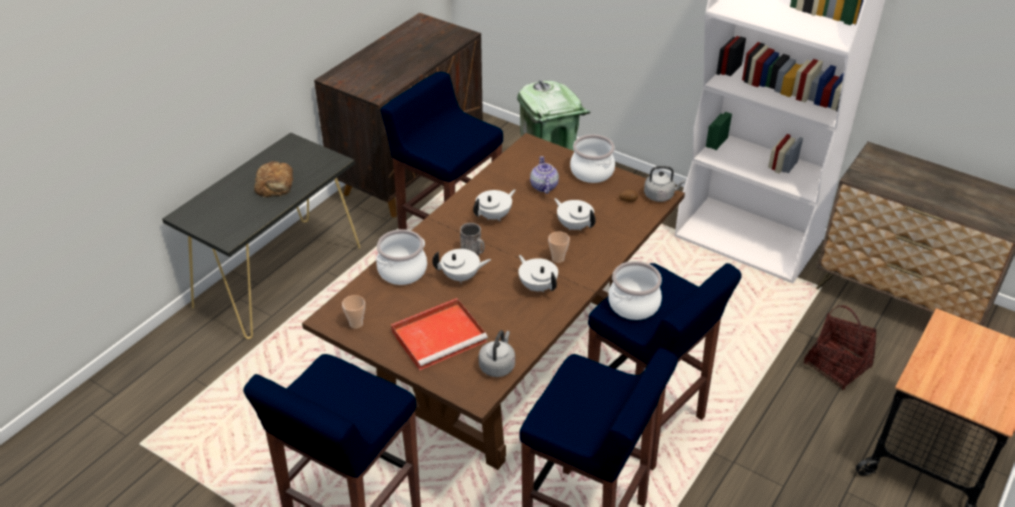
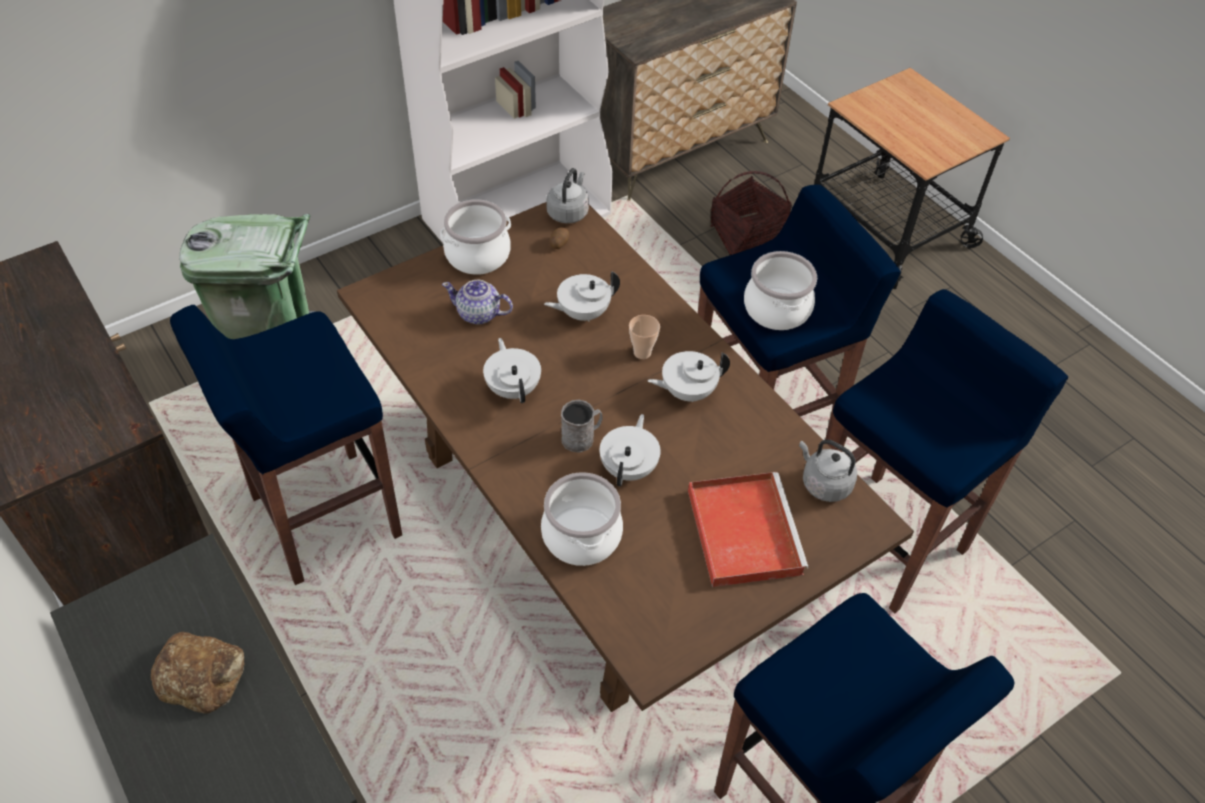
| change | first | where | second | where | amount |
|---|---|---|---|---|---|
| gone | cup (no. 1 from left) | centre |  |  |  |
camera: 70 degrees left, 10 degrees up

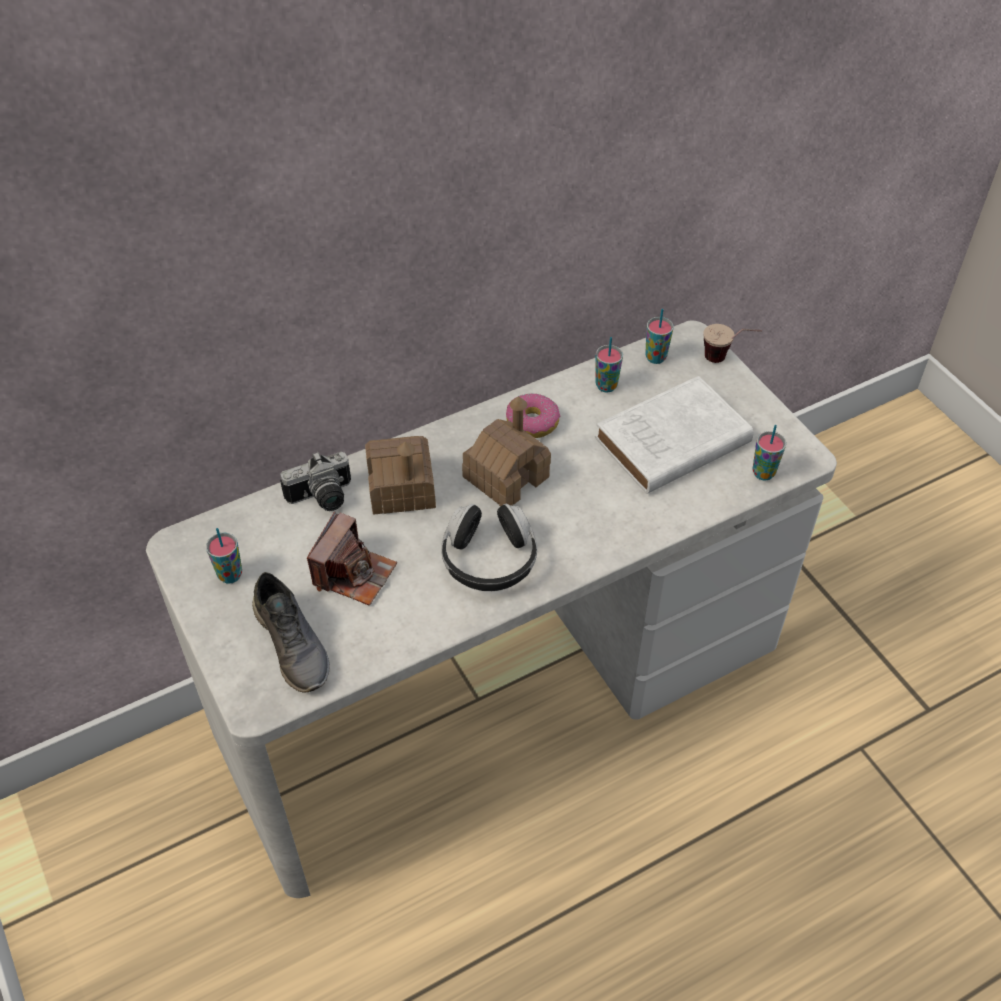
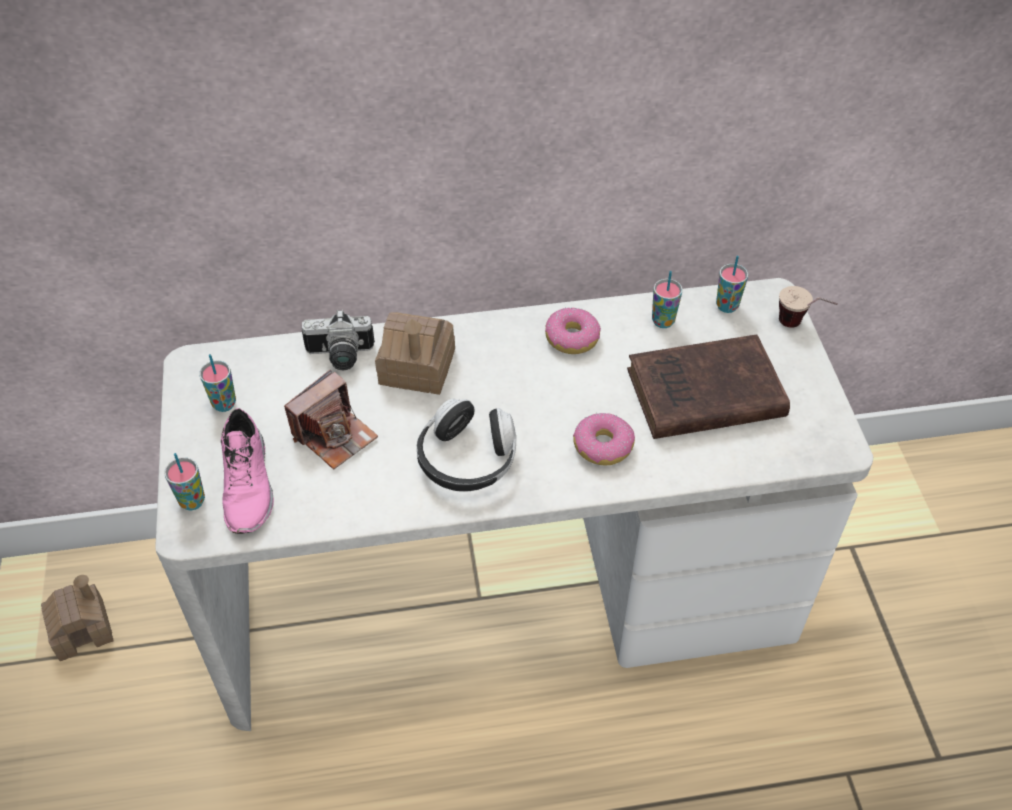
| change | first | where | second | where | amount |
|---|---|---|---|---|---|
| repainted | grey shoe | middle left | pink shoe | middle left |  |
| shifted | toy house (no. 2 from left in the first image) | centre | toy house (no. 1 from left) | bottom left |  |
| repainted | white book | middle right | brown book | middle right |  |
| shifted | cup (no. 5 from left in the first image) | middle right | cup (no. 1 from left) | middle left |  |
| new |  |  | donut (no. 2 from left) | centre |  |
camera: 20 degrees right, 0 degrees up

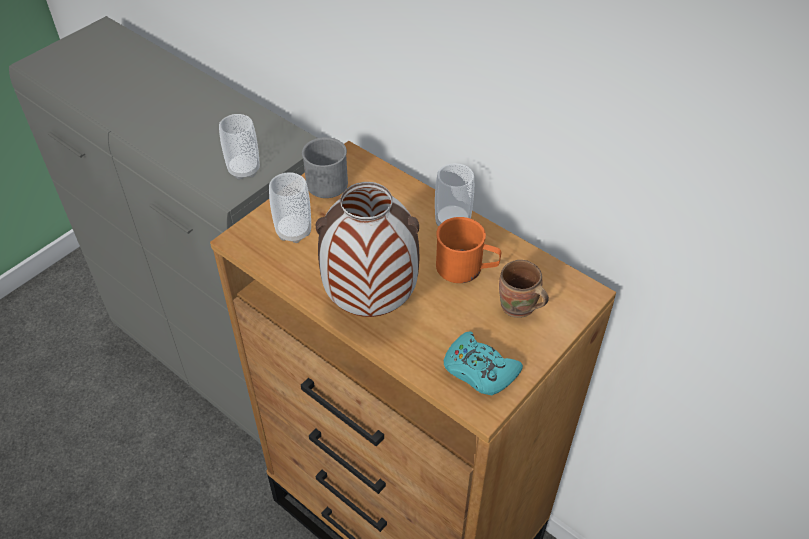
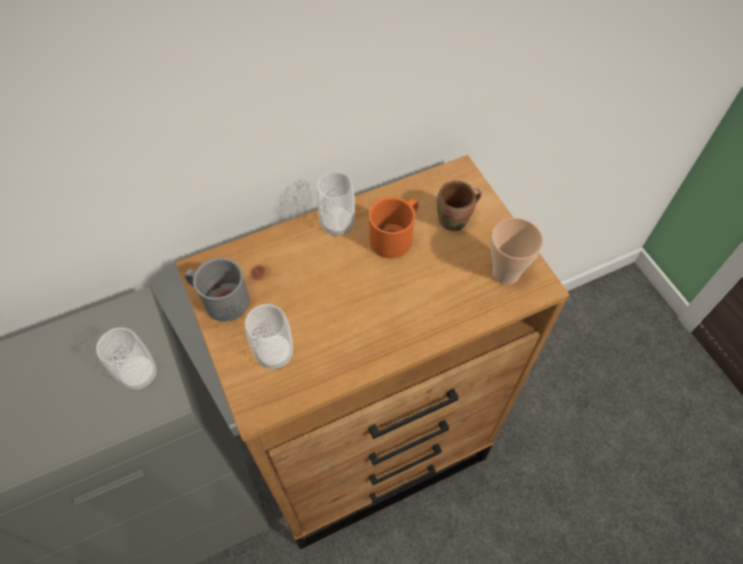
| change | first | where | second | where | amount |
|---|---|---|---|---|---|
| gone | vase | centre |  |  |  |
| swapped | turquoise game controller | bottom centre | cup (no. 4 from left) | middle right |  |
camera: 65 degrees left, 10 degrees up

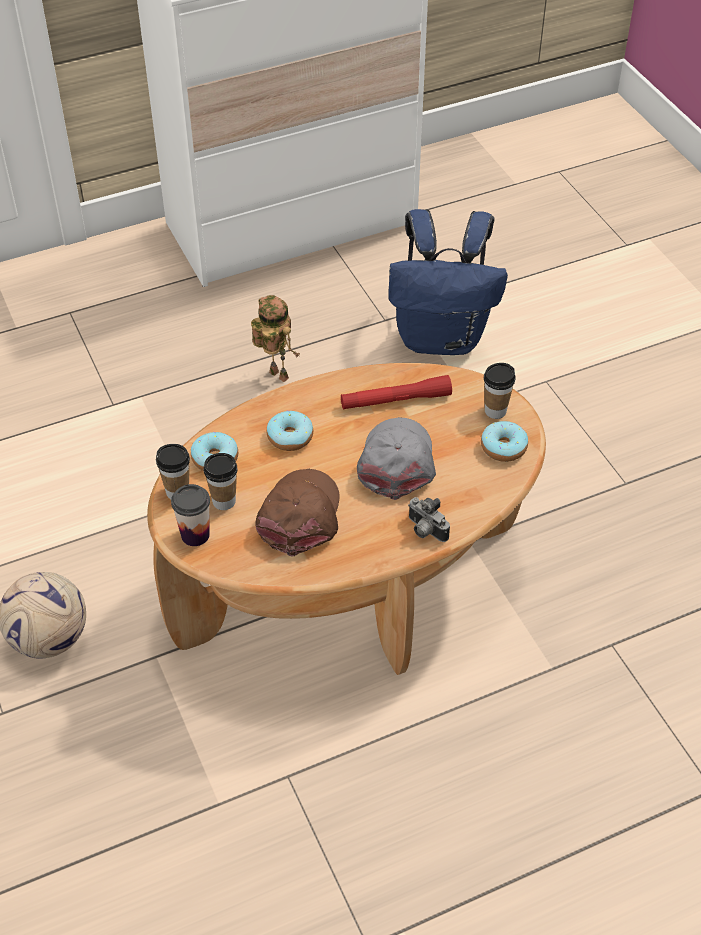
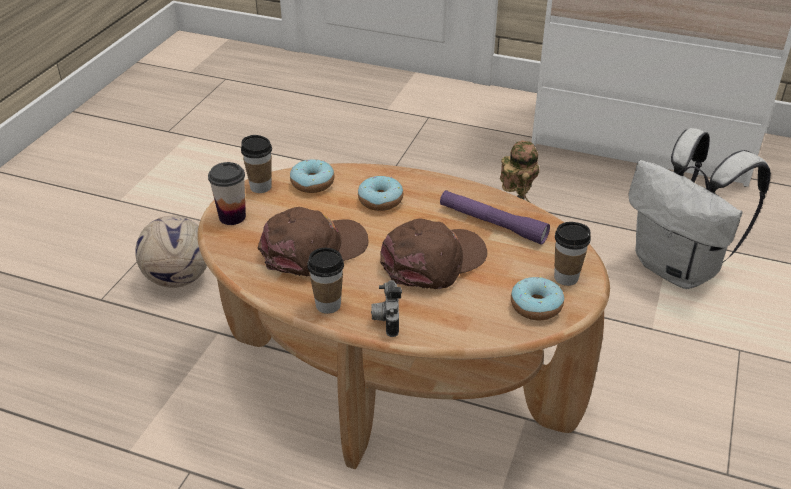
| change | first | where | second | where | amount |
|---|---|---|---|---|---|
| shifted | cup (no. 3 from left) | middle left |  | centre |  |
| repainted | red flashlight | centre | purple flashlight | centre |  |
| repainted | grey cap | centre | brown cap (no. 2 from left) | centre |  |
| repainted | blue backpack | top centre | white backpack | middle right |  |
camera: 45 degrees right, 10 degrees down

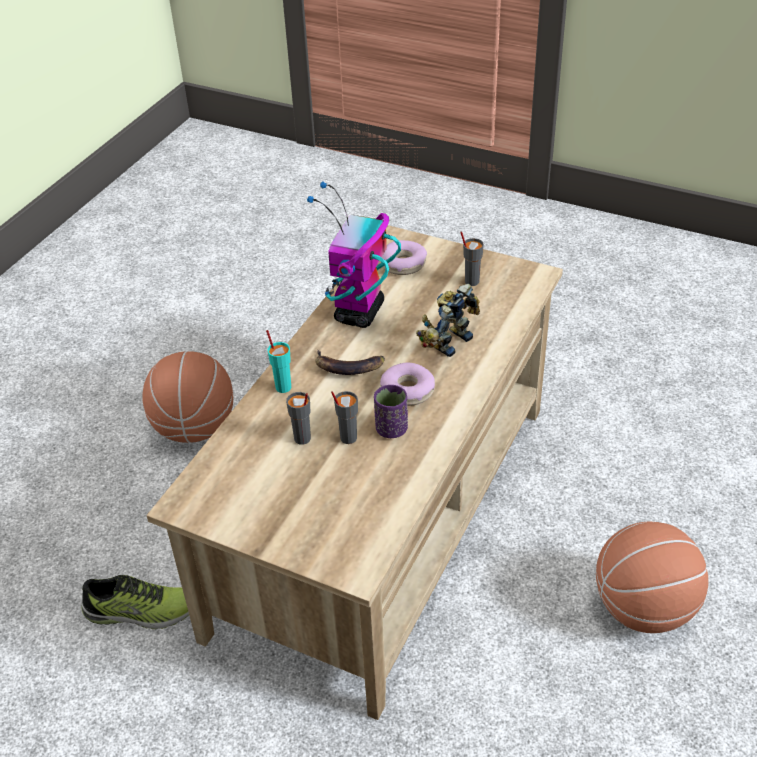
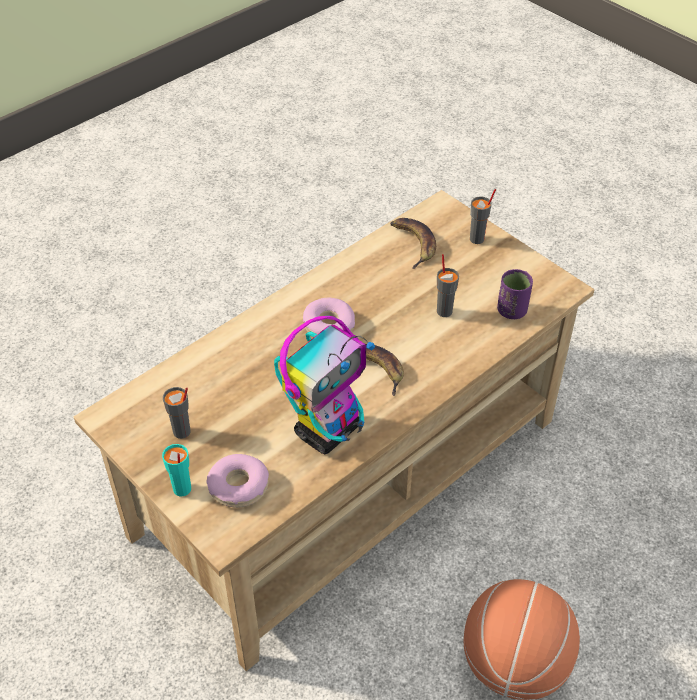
| change | first | where | second | where | amount |
|---|---|---|---|---|---|
| gone | shoe | bottom left |  |  |  |
| shifted | turquoise cup | centre |  | bottom left |  |
| shifted | grey cup (no. 2 from left in the first image) | centre | grey cup (no. 3 from left) | top right |  |
| shifted | purple cup | centre |  | middle right |  |
| gone | toy robot (no. 2 from left) | centre |  |  |  |
| gone | basketball (no. 2 from left) | bottom right |  |  |  |
| new |  |  | banana (no. 2 from left) | centre |  |
camera: 160 degrees left, 5 degrees up

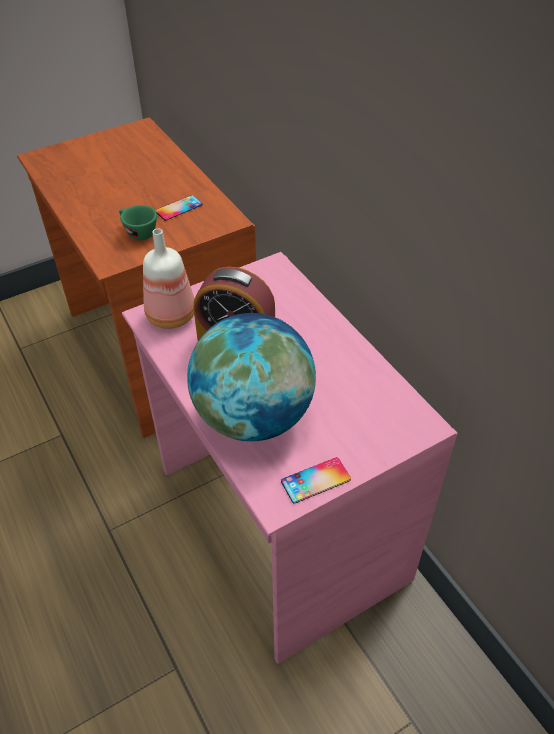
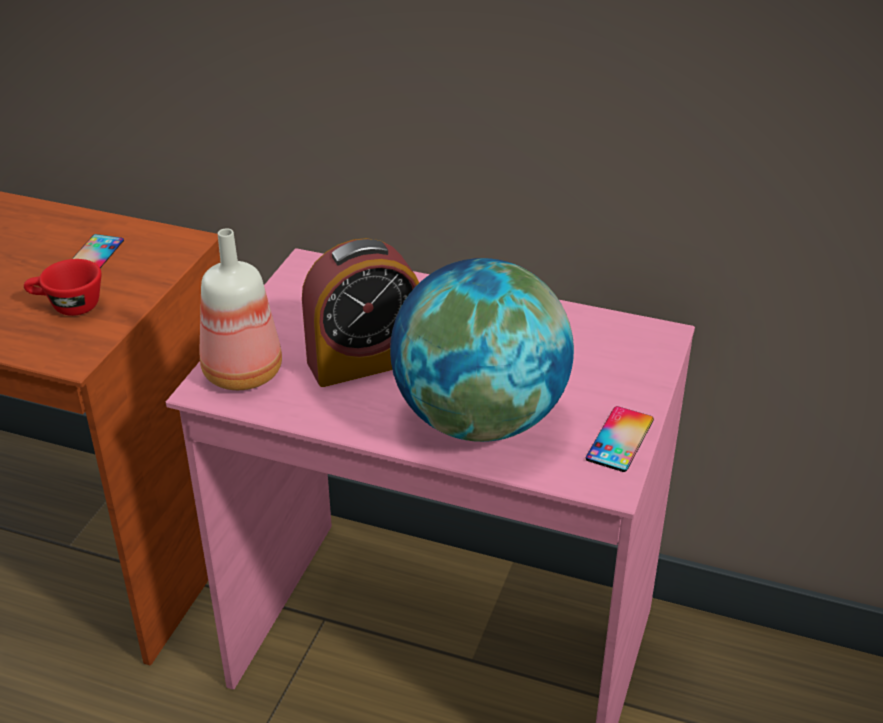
| change | first | where | second | where | amount |
|---|---|---|---|---|---|
| repainted | green cup | top left | red cup | middle left |  |
camera: 40 degrees left, 10 degrees down

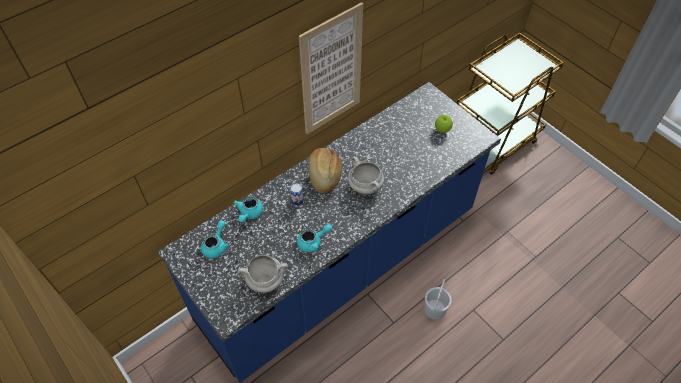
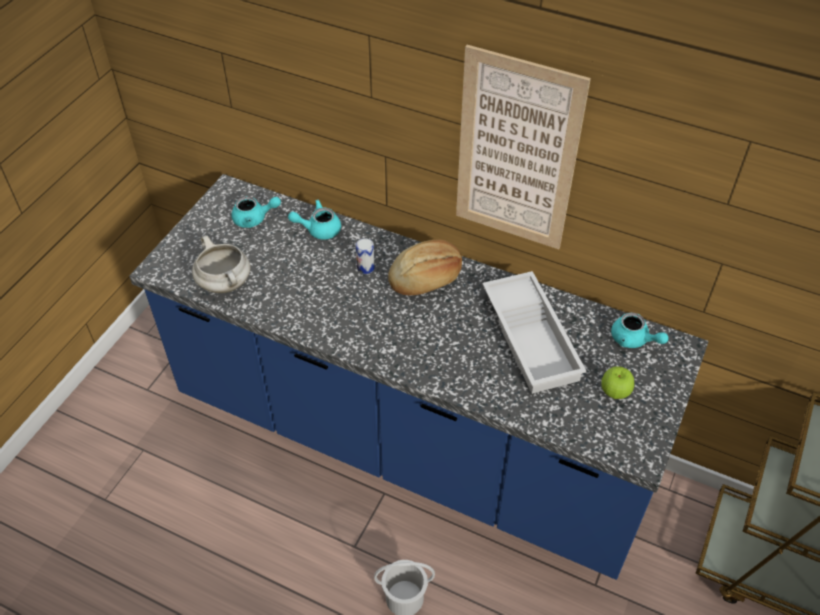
| change | first | where | second | where | amount |
|---|---|---|---|---|---|
| shifted | turquoise teapot (no. 3 from left) | centre |  | middle right |  |
| gone | white cooking pot (no. 2 from left) | centre |  |  |  |
| new |  |  | white tray | centre |  |
camera: 65 degrees right, 5 degrees down

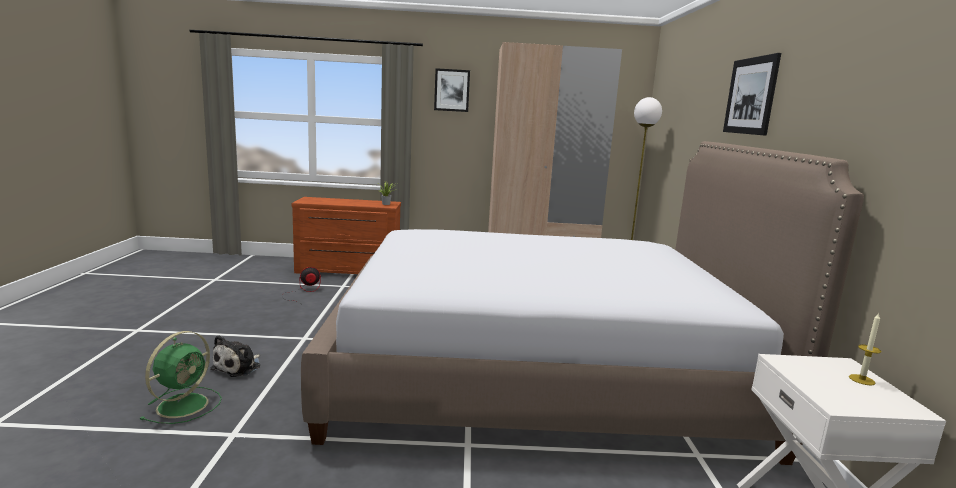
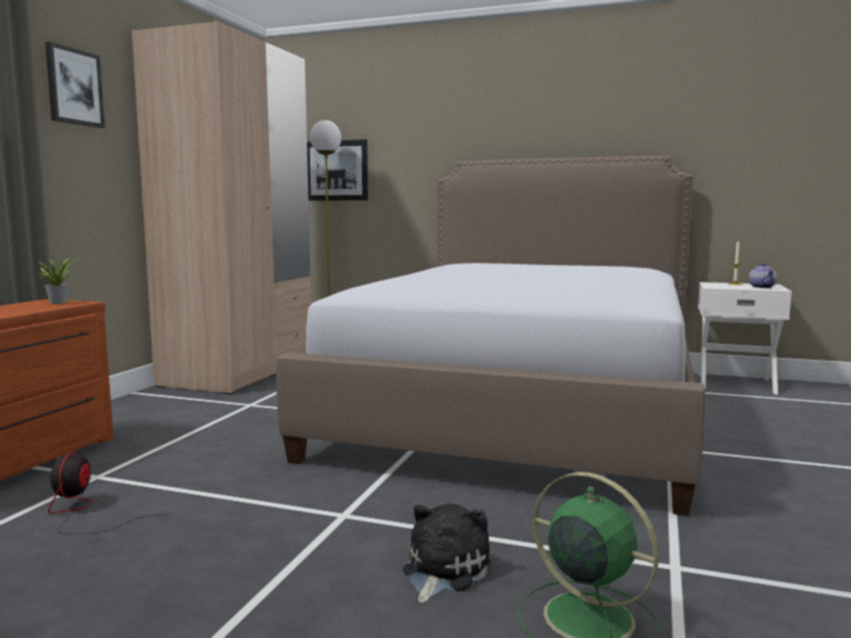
| change | first | where | second | where | amount |
|---|---|---|---|---|---|
| rotated | plush toy | bottom left |  | bottom centre | 105 degrees counterclockwise |
| shifted | picture (no. 2 from left) | top right |  | top centre |  |
| new |  |  | teapot | middle right |  |
camera: 70 degrees left, 5 degrees down

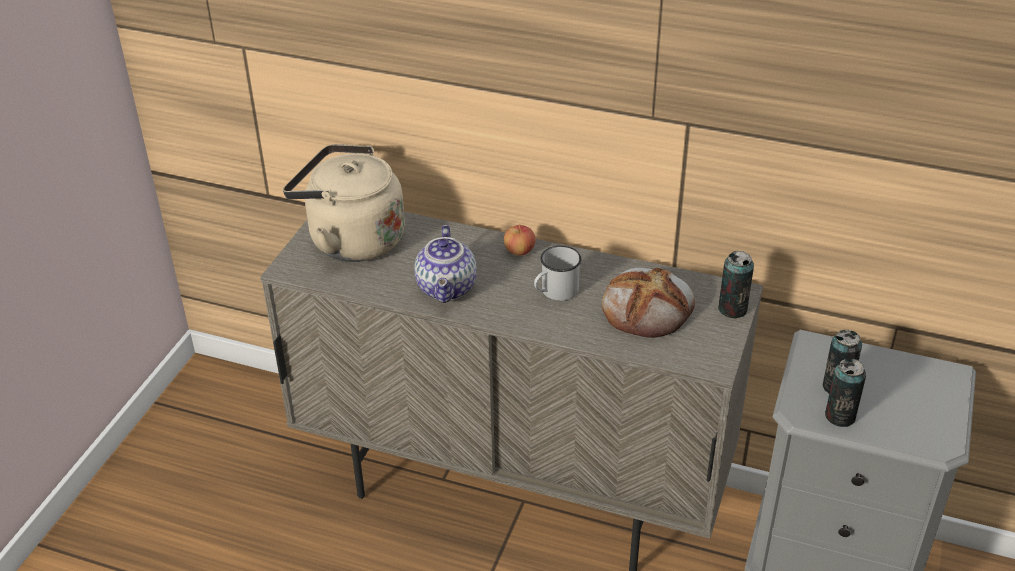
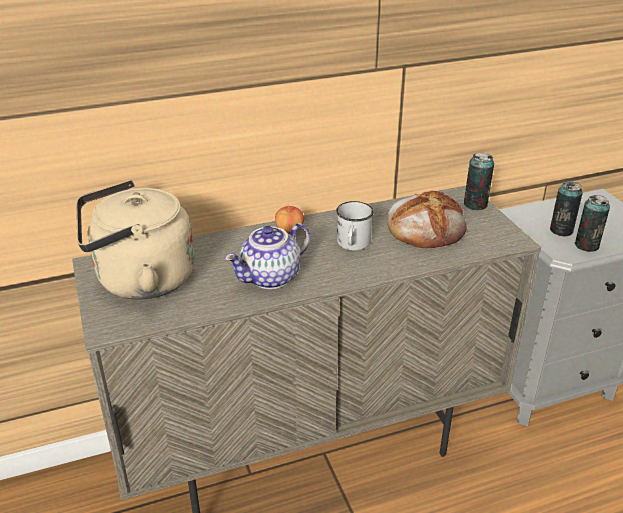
| change | first | where | second | where | amount |
|---|---|---|---|---|---|
| rotated | teapot | centre |  | centre | 90 degrees clockwise |
camera: 40 degrees left, 5 degrees down

